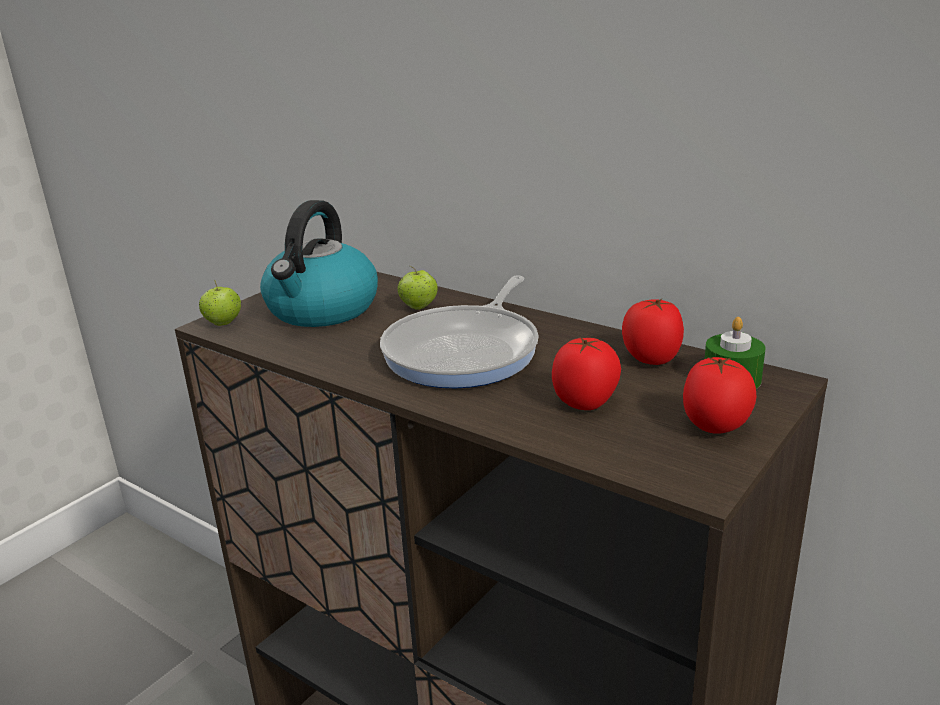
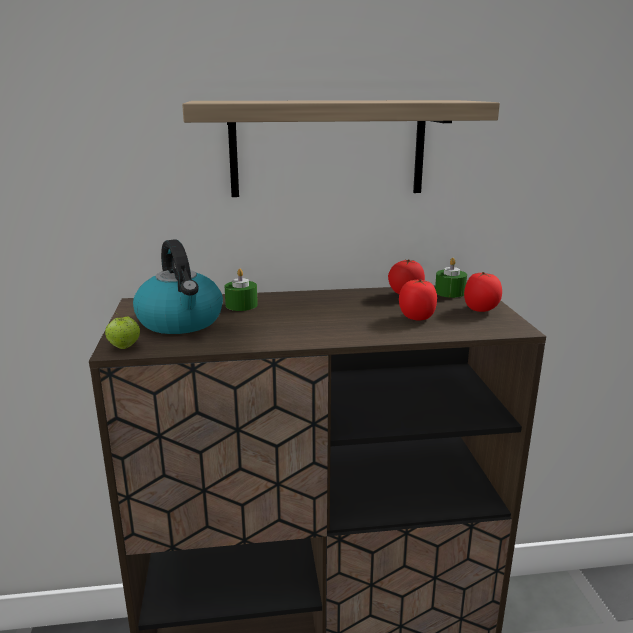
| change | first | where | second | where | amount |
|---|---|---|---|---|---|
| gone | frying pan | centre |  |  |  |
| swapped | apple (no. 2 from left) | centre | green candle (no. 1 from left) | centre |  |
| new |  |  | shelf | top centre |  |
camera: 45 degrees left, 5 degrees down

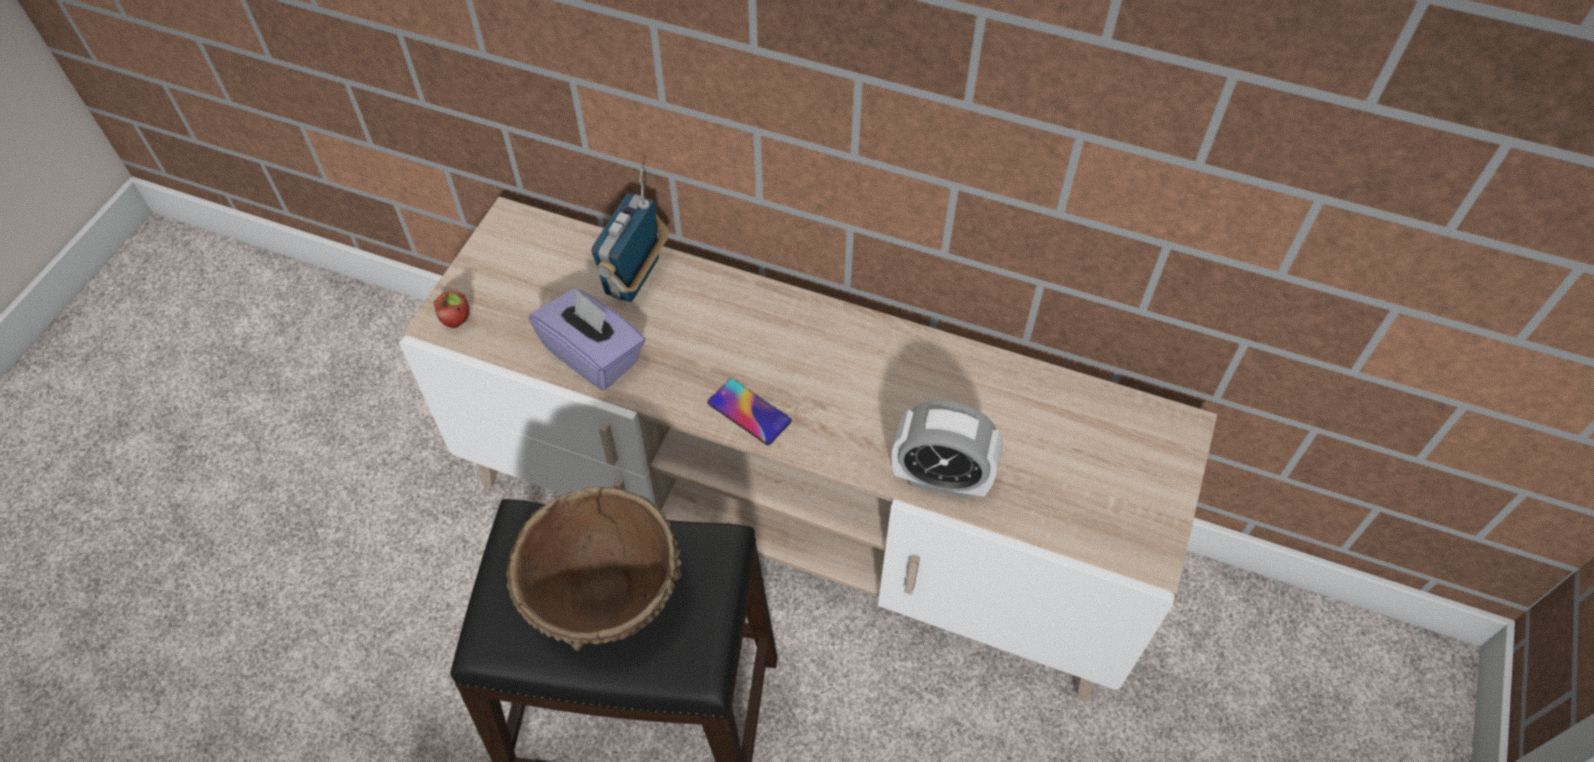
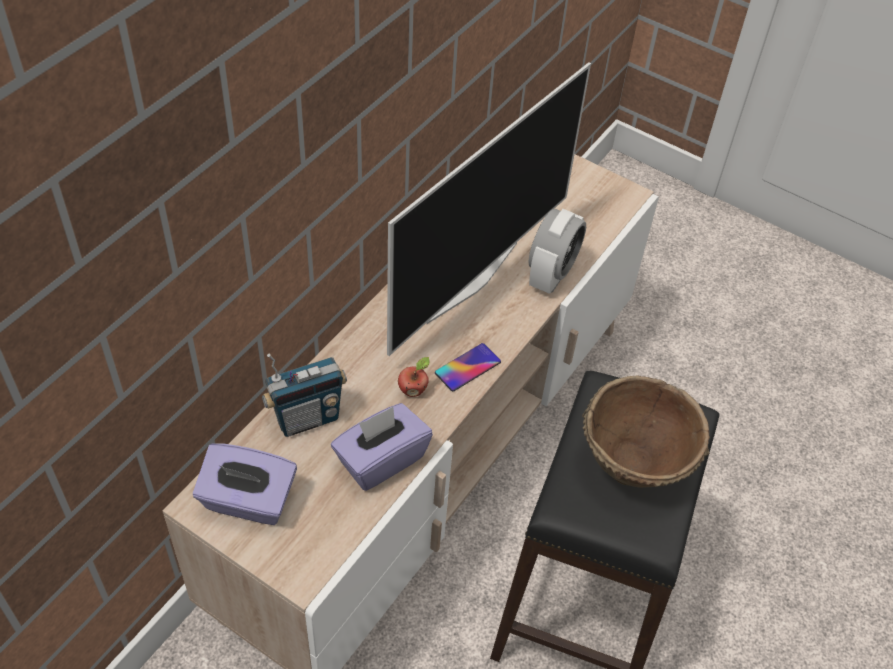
| change | first | where | second | where | amount |
|---|---|---|---|---|---|
| shifted | apple | middle left |  | centre |  |
| rotated | radio | top centre |  | centre | 60 degrees counterclockwise |
| new |  |  | purple tissue box (no. 1 from left) | bottom left |  |
| new |  |  | television | top centre |  |
camera: 80 degrees left, 5 degrees down

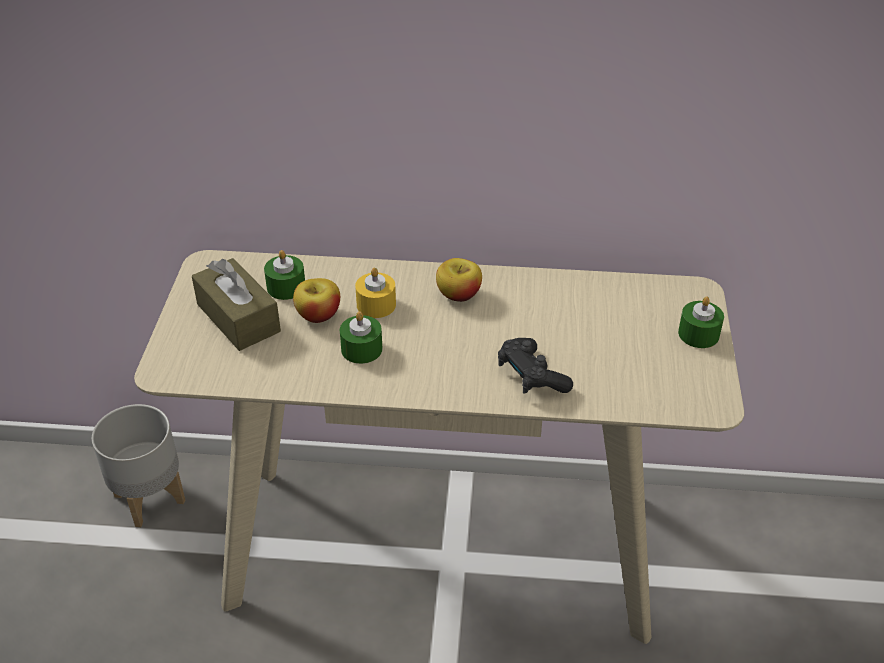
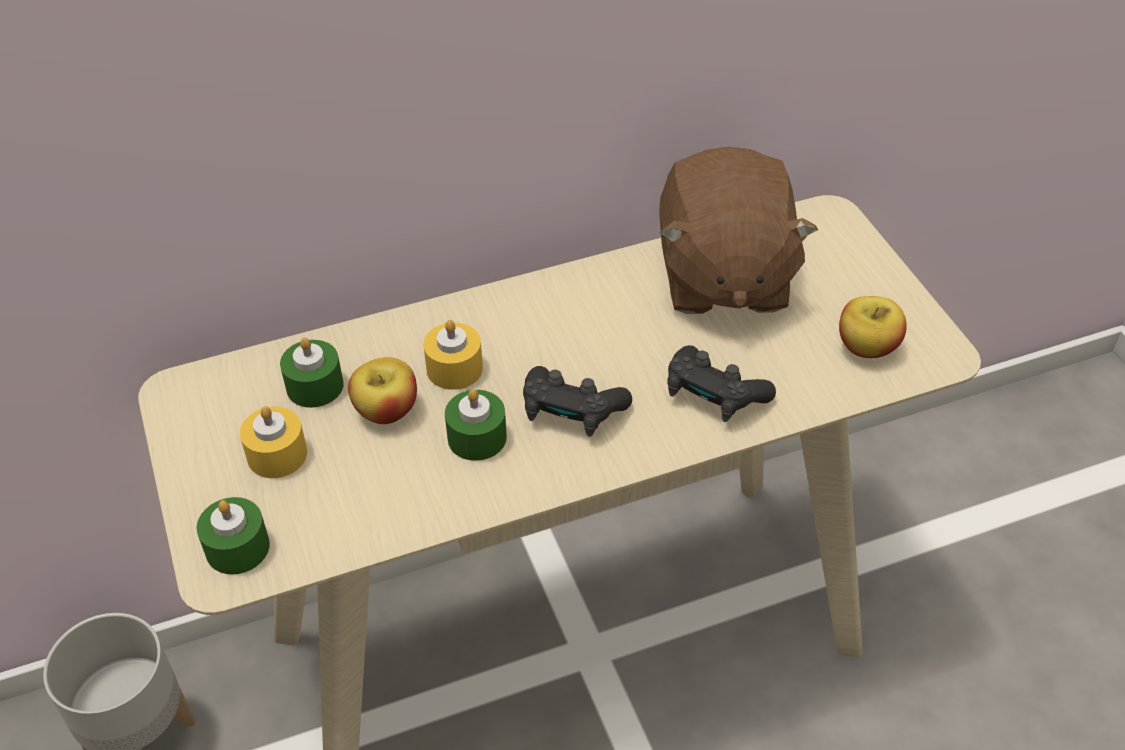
| change | first | where | second | where | amount |
|---|---|---|---|---|---|
| swapped | brown tissue box | middle left | yellow candle (no. 1 from left) | middle left |  |
| shifted | apple (no. 2 from left) | centre |  | middle right |  |
| shifted | green candle (no. 3 from left in the first image) | middle right | green candle (no. 1 from left) | bottom left |  |
| new |  |  | black game controller (no. 1 from left) | centre |  |
| new |  |  | brown plush toy | top centre |  |
camera: 25 degrees left, 5 degrees up

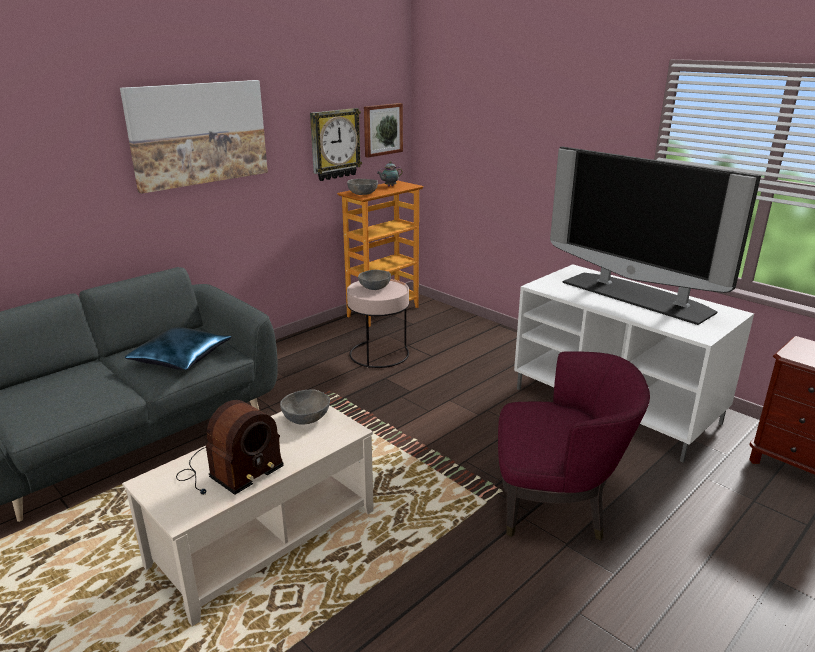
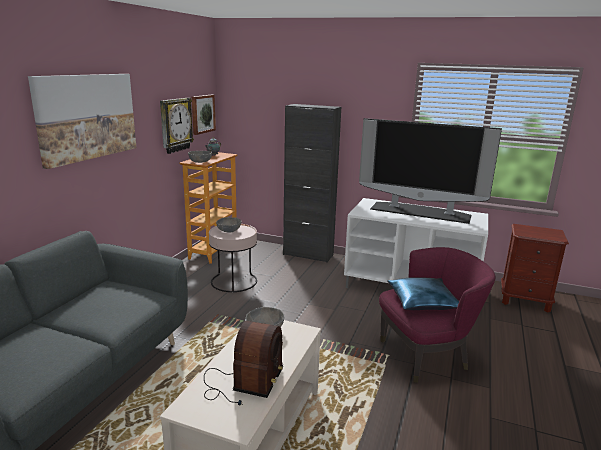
| change | first | where | second | where | amount |
|---|---|---|---|---|---|
| shifted | blue pillow | middle left |  | middle right |  |
| new |  |  | black cabinet | centre |  |
camera: 25 degrees left, 5 degrees down

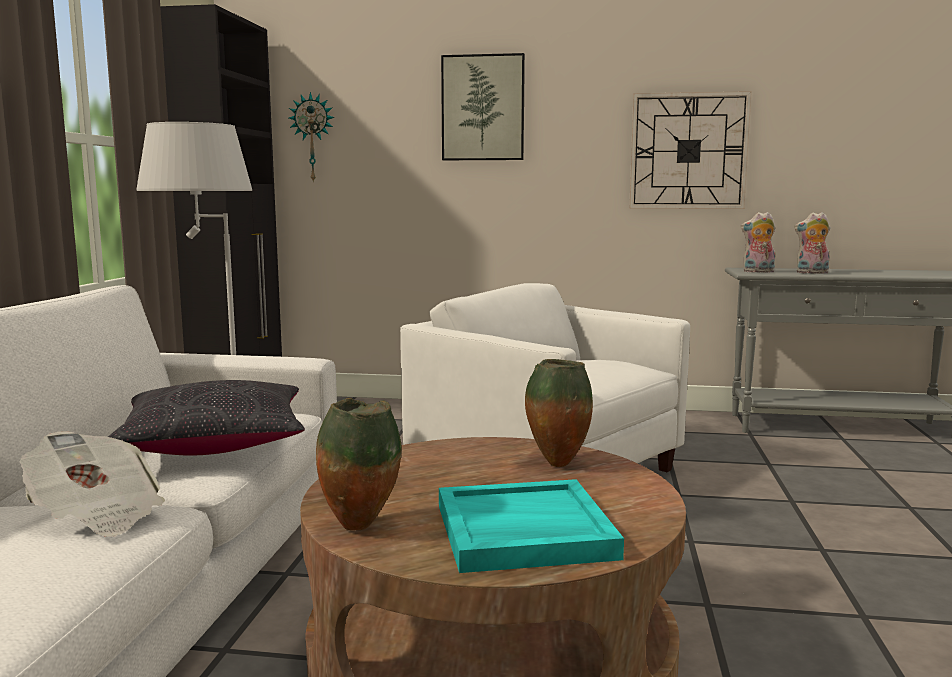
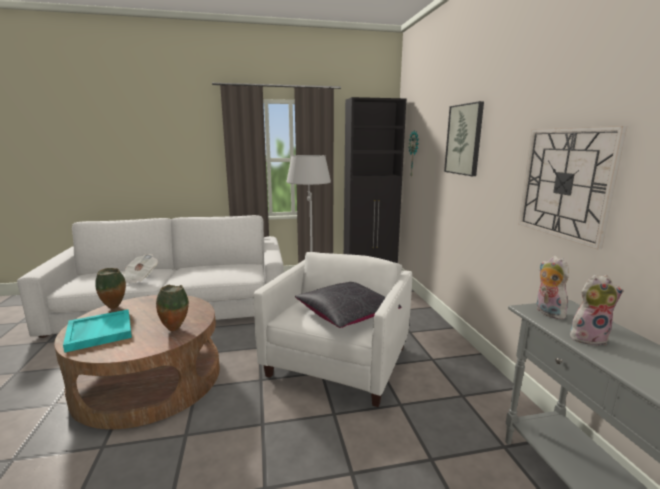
| change | first | where | second | where | amount |
|---|---|---|---|---|---|
| shifted | black pillow | middle left |  | centre |  |
| rotated | plush toy (no. 2 from left) | middle right |  | middle right | 105 degrees clockwise |
camera: 70 degrees right, 5 degrees up

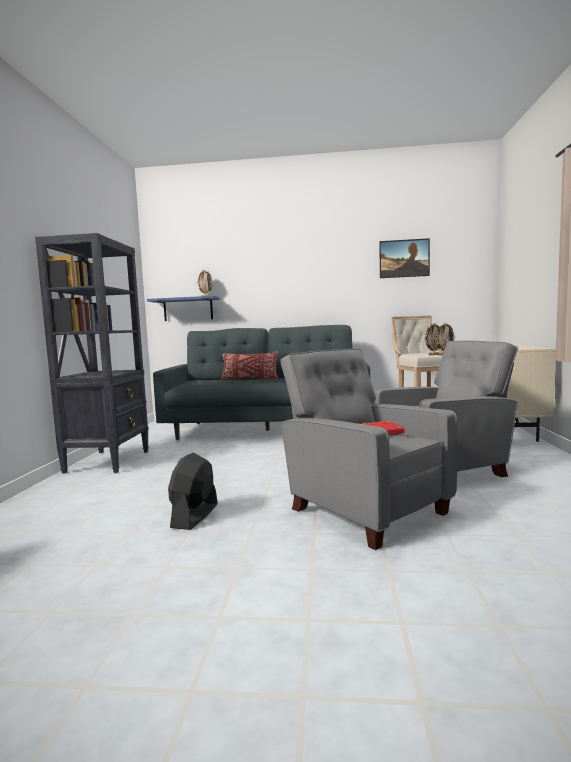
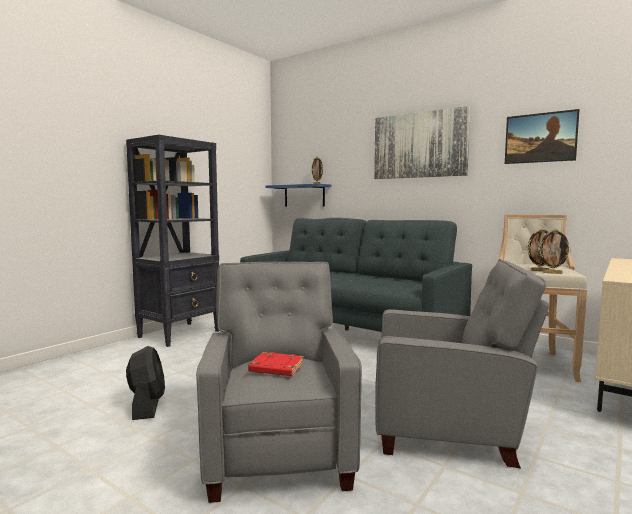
| change | first | where | second | where | amount |
|---|---|---|---|---|---|
| rotated | black fan | centre |  | bottom left | 120 degrees clockwise |
| gone | red pillow | centre |  |  |  |
| new |  |  | picture (no. 1 from left) | top right |  |
camera: 30 degrees right, 0 degrees up

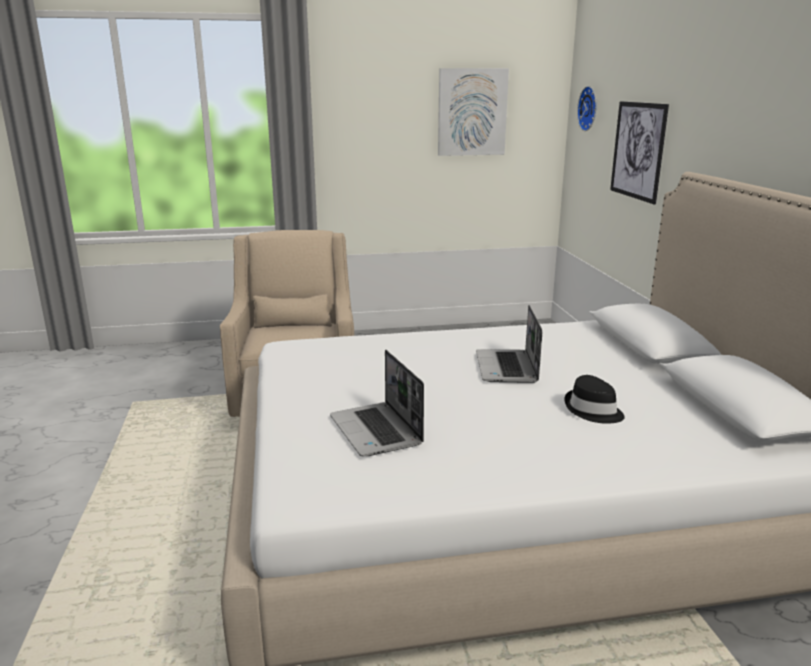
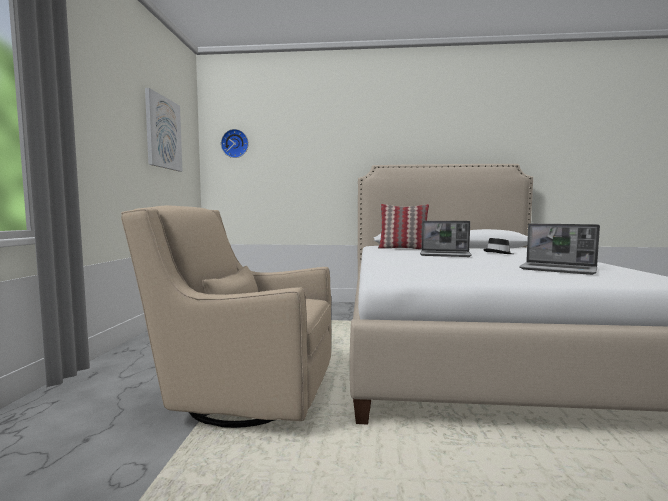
| change | first | where | second | where | amount |
|---|---|---|---|---|---|
| rotated | laptop (no. 1 from left in the first image) | centre | laptop (no. 2 from left) | middle right | 45 degrees clockwise |
| gone | picture (no. 2 from left) | top right |  |  |  |
| new |  |  | pillow | centre |  |
camera: 75 degrees left, 15 degrees down

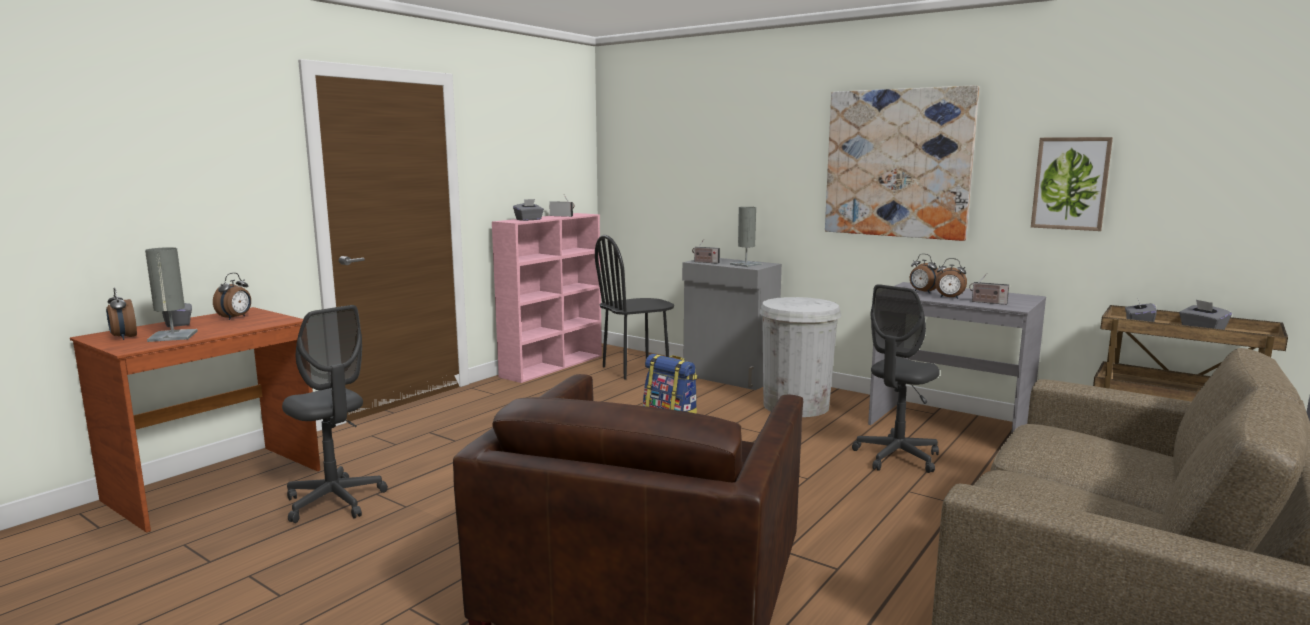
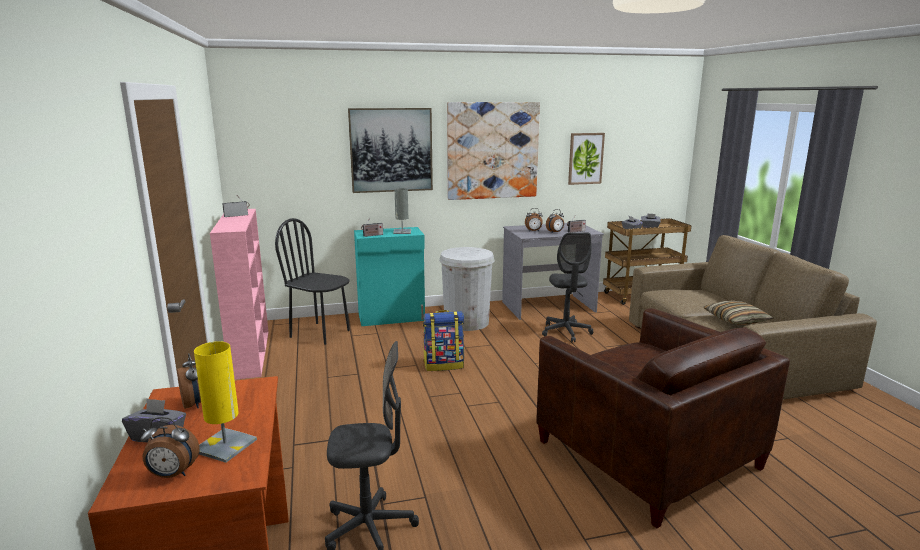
| change | first | where | second | where | amount |
|---|---|---|---|---|---|
| repainted | grey table lamp (no. 1 from left) | middle left | yellow table lamp | bottom left |  |
| gone | grey tissue box (no. 2 from left) | centre |  |  |  |
| rotated | black chair | centre |  | centre | 105 degrees clockwise |
| repainted | grey cabinet | centre | turquoise cabinet | centre |  |
| new |  |  | picture (no. 1 from left) | top centre |  |
| new |  |  | pillow | middle right |  |
camera: 50 degrees left, 5 degrees up

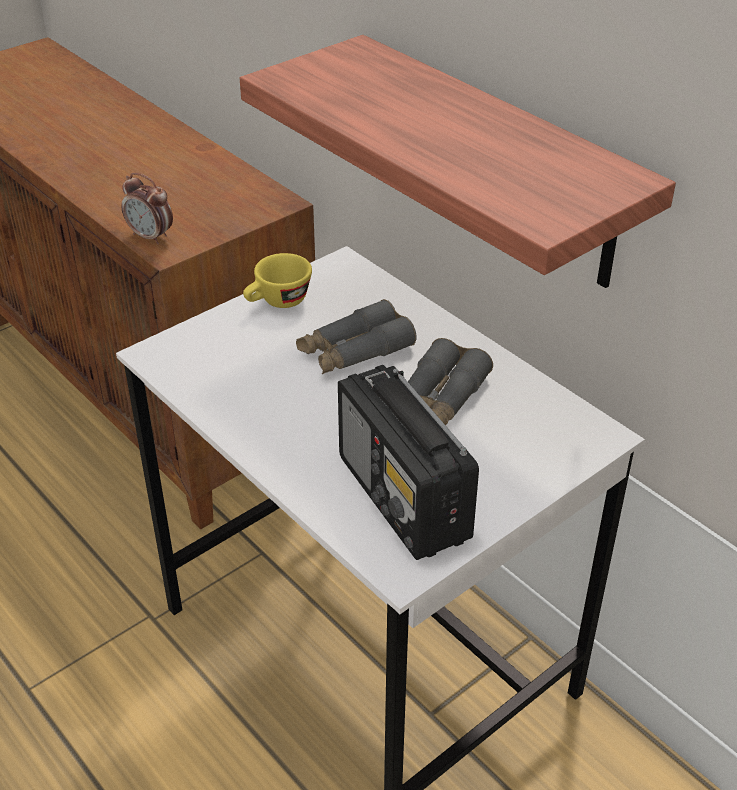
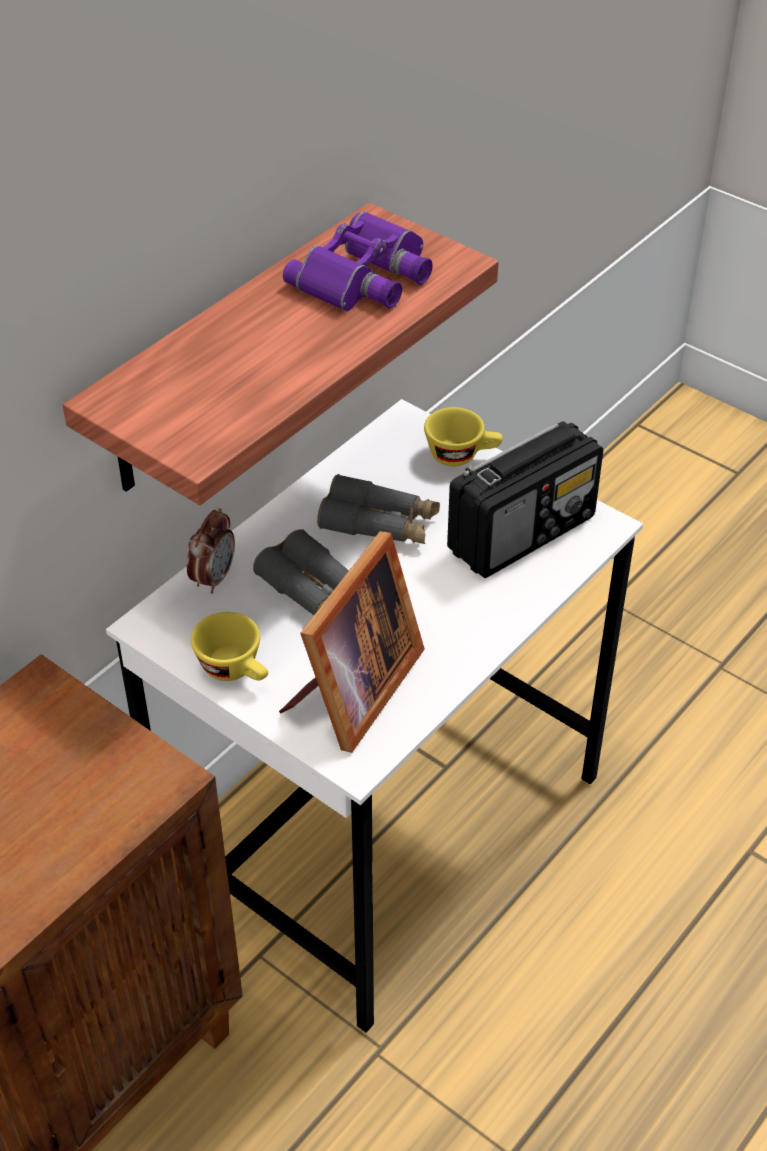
| change | first | where | second | where | amount |
|---|---|---|---|---|---|
| shifted | alarm clock | top left |  | middle left |  |
| new |  |  | picture frame | centre |  |
| new |  |  | purple binoculars | top centre |  |
| new |  |  | yellow cup (no. 2 from left) | centre |  |
camera: 100 degrees left, 5 degrees up

